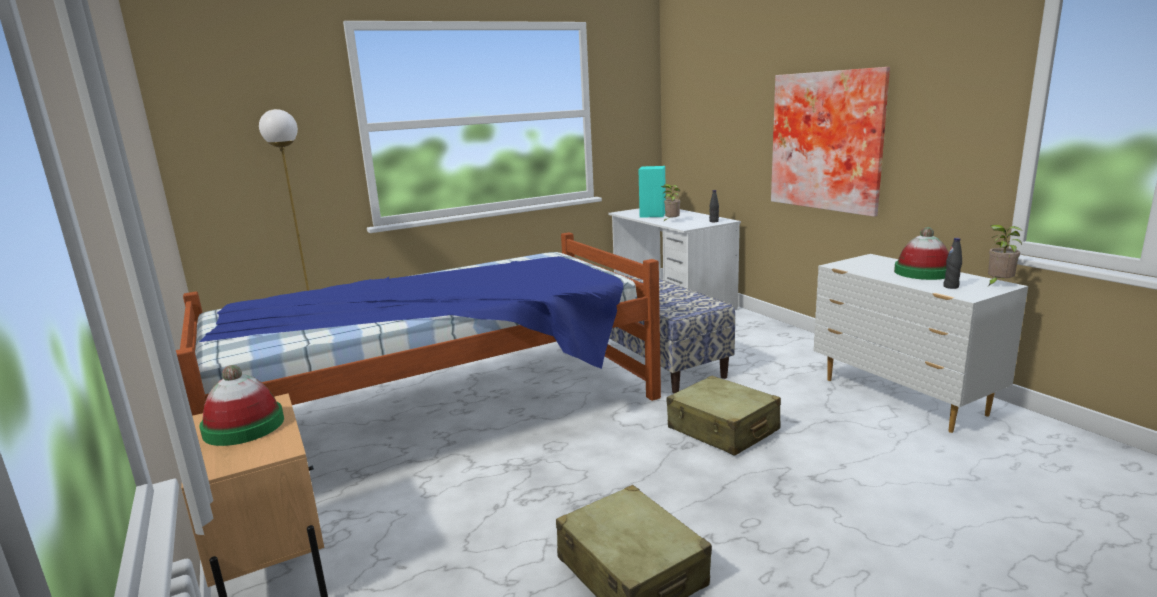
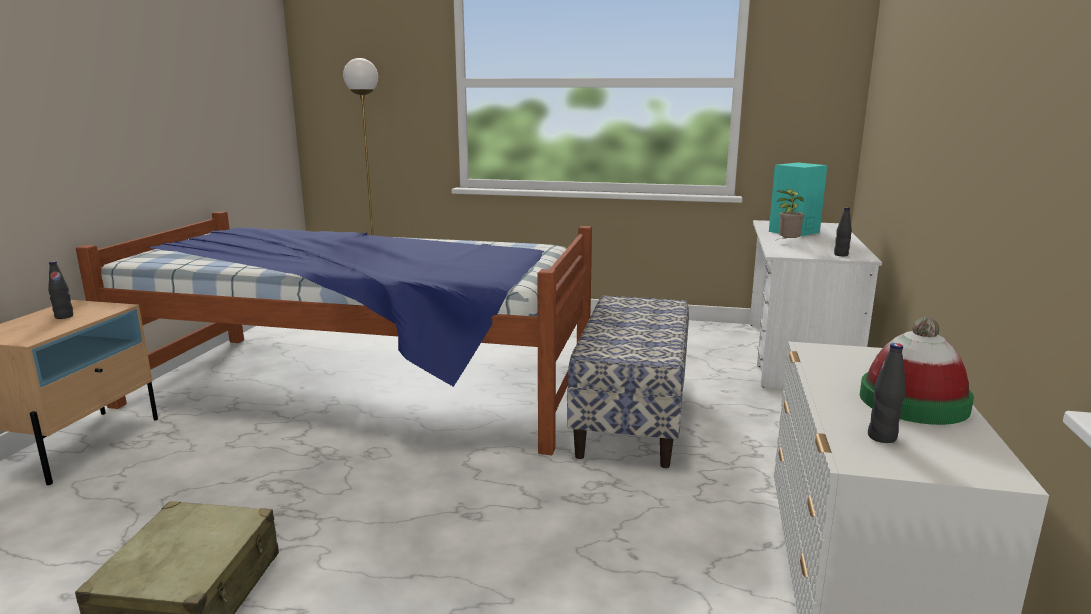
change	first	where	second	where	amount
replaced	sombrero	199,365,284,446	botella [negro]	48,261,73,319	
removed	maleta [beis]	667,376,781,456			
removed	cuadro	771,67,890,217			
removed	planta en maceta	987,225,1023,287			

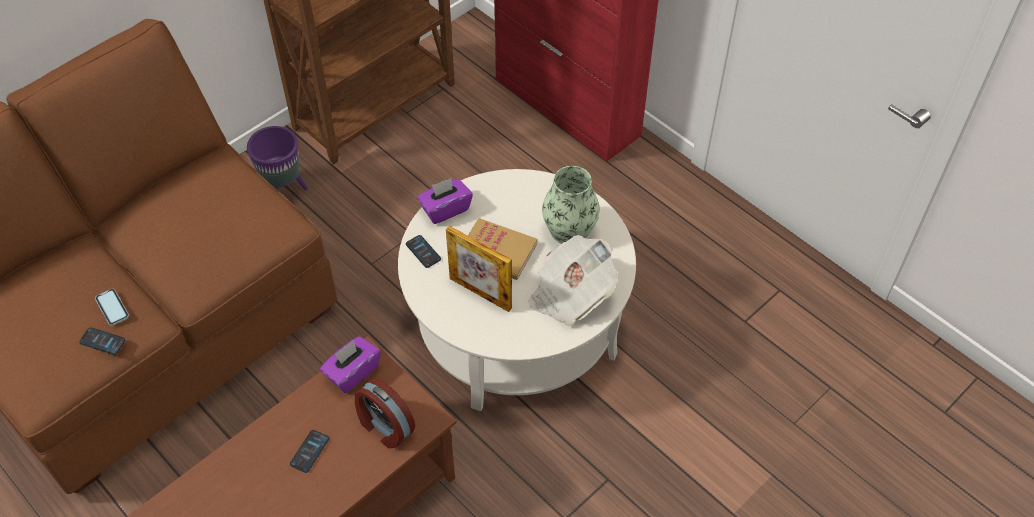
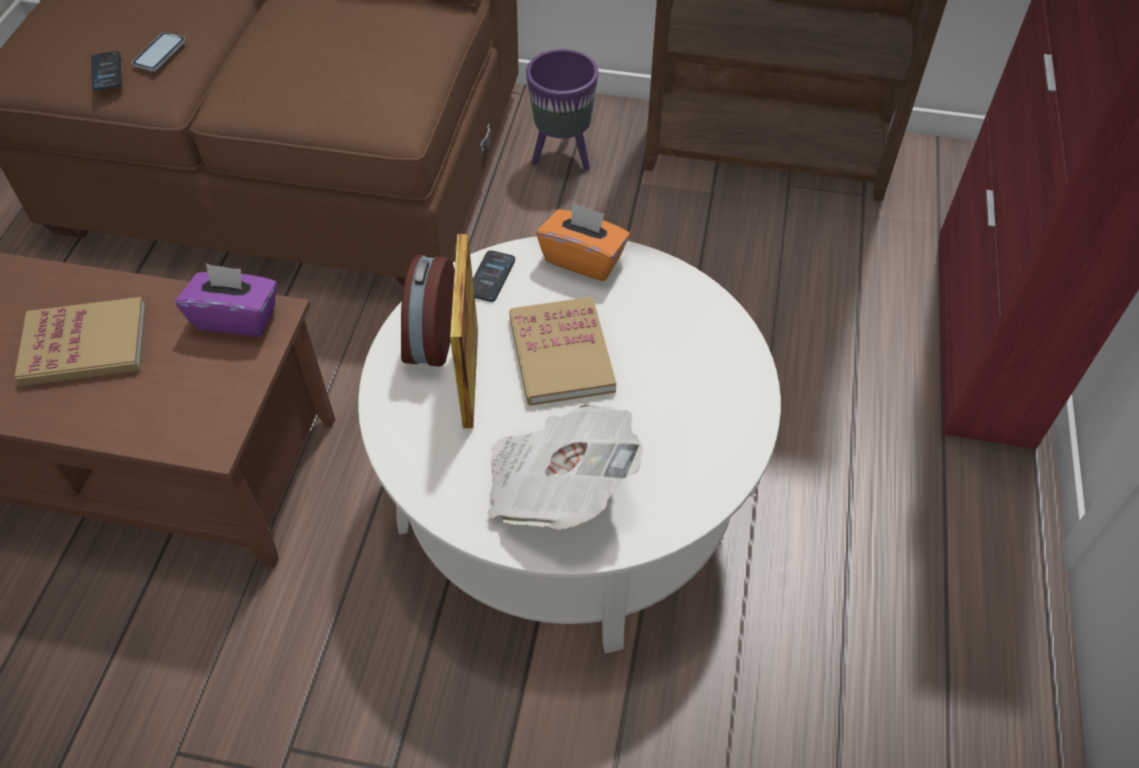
change	first	where	second	where	amount
replaced	móvil	290,430,329,473	libro	15,297,146,386	
moved	despertador	355,378,415,448		401,255,455,367	
recoloured	caja de pañuelos [morado]	417,178,473,224	caja de pañuelos [naranja]	537,202,630,281	
removed	florero	542,166,600,244			

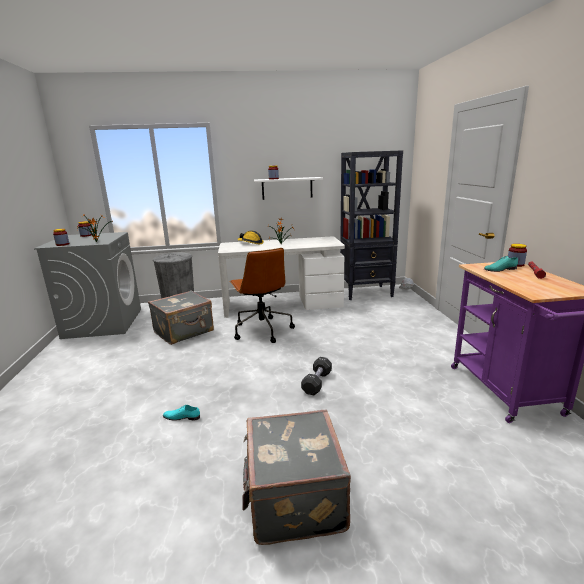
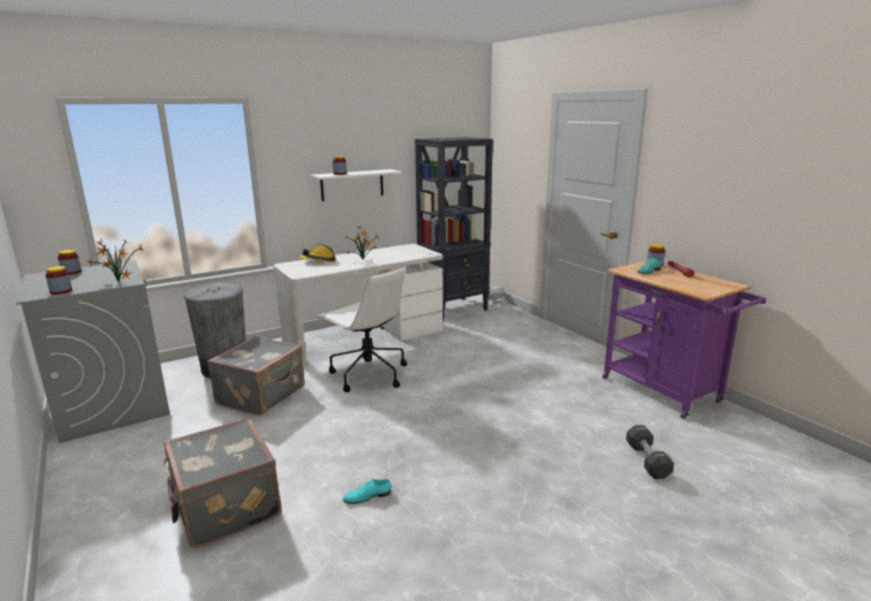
change	first	where	second	where	amount
recoloured	silla de oficina [marrón]	230,248,295,343	silla de oficina [blanco]	317,267,407,392	
moved	maleta [gris]	242,409,351,545		164,418,282,548	
moved	mancuerna [negro]	301,357,332,395		626,425,674,479	

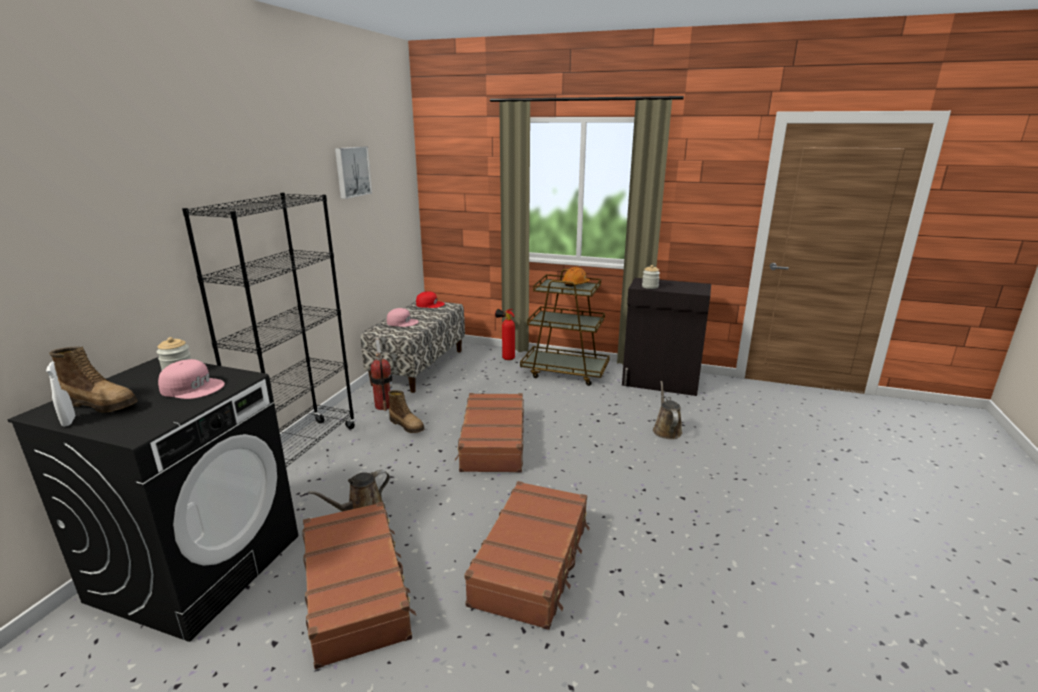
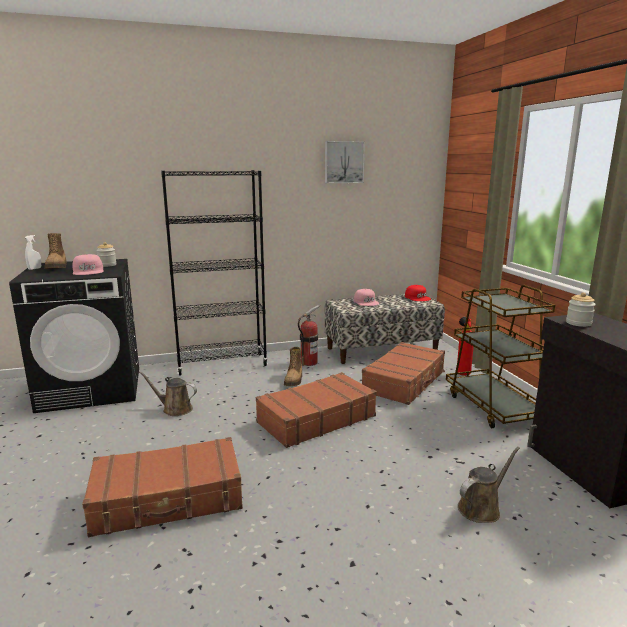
change	first	where	second	where	amount
moved	maleta [marrón]	303,502,416,669		362,342,445,405	
removed	casco [naranja]	562,267,590,287			

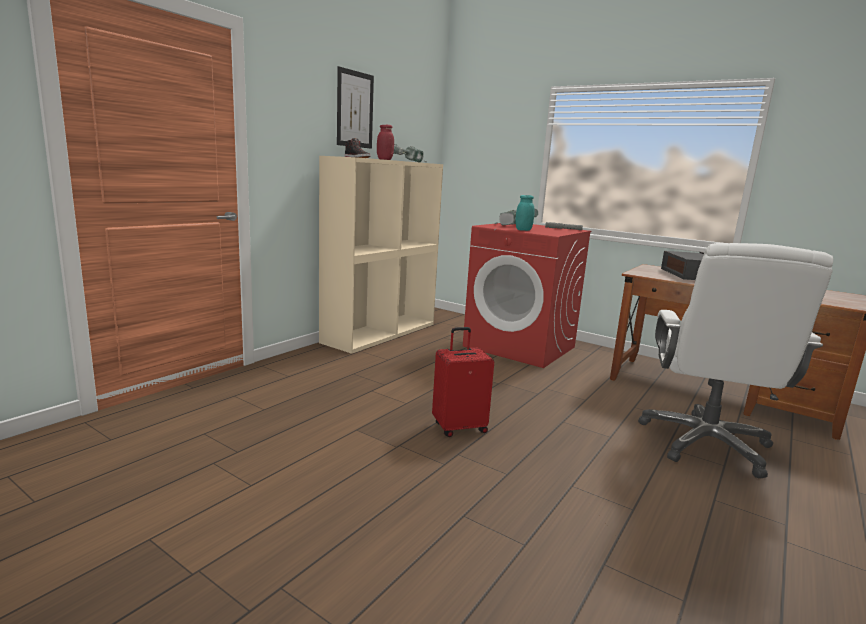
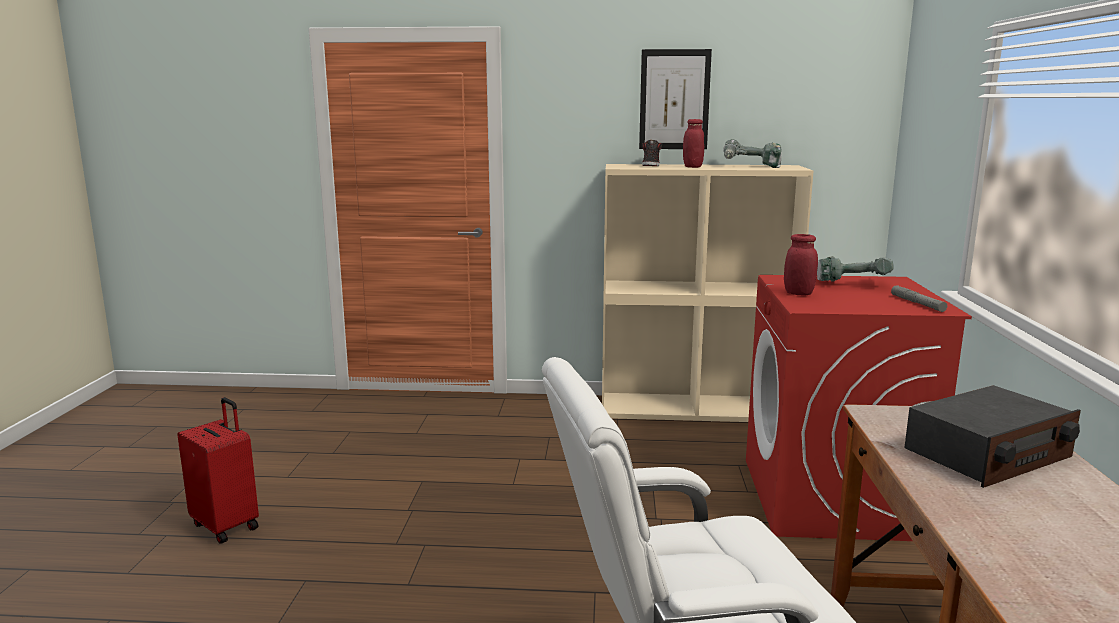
change	first	where	second	where	amount
moved	maleta [rojo]	432,327,494,437		177,397,259,544	
recoloured	tarro [turquesa]	515,195,535,231	tarro [rojo]	784,234,818,296	

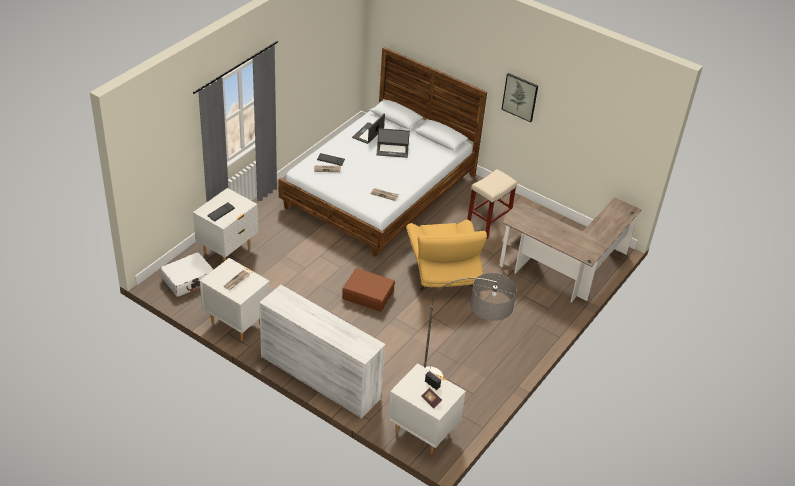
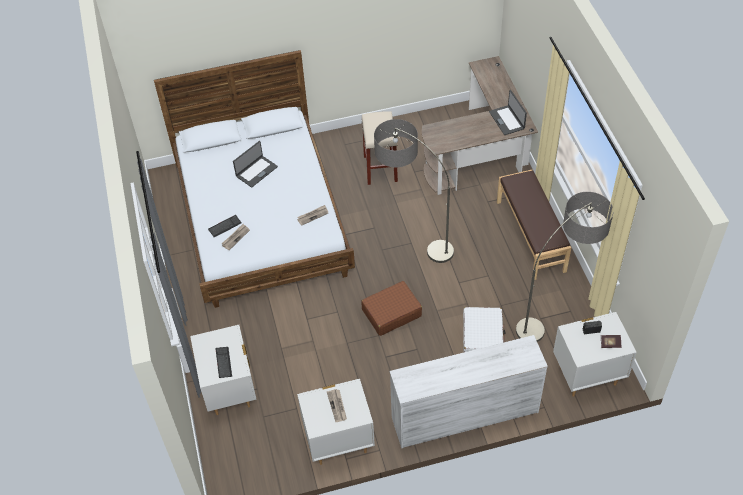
change	first	where	second	where	amount
moved	maleta [blanco]	160,252,214,297		463,307,505,352	
moved	portátil	352,114,385,144		489,90,527,135	
replaced	sillón [amarillo]	406,220,487,291	lámpara de pie	374,119,454,263	
removed	cuadro	501,73,538,122			
added			banco [marrón]	497,170,571,280	

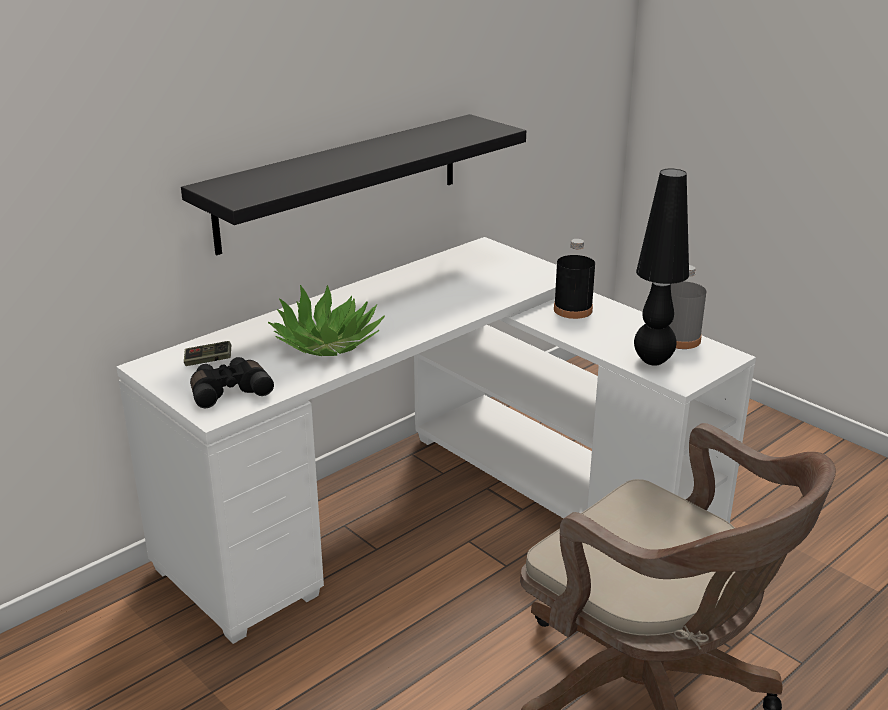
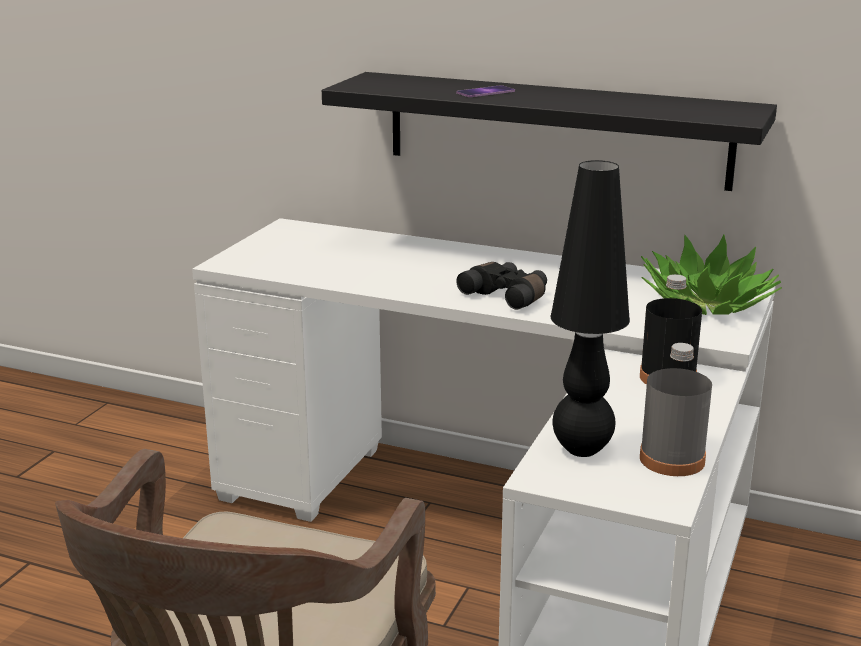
change	first	where	second	where	amount
removed	mando de consola	184,341,231,366			
moved	prismáticos [negro]	190,357,274,408		456,262,547,310	
moved	planta en maceta	268,285,385,356		641,234,782,315	
added			móvil	456,85,515,97	

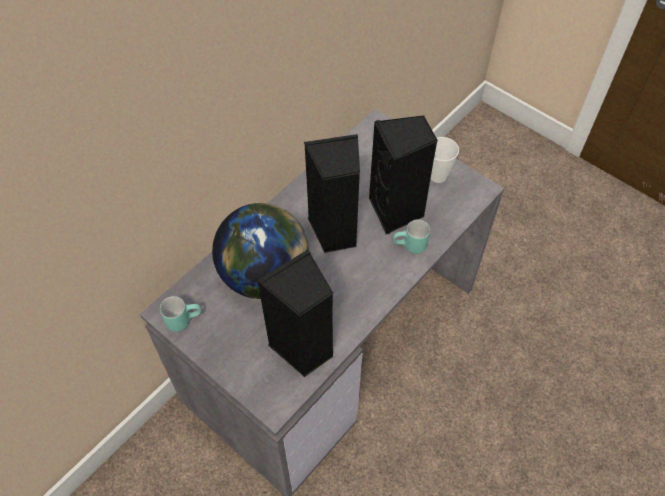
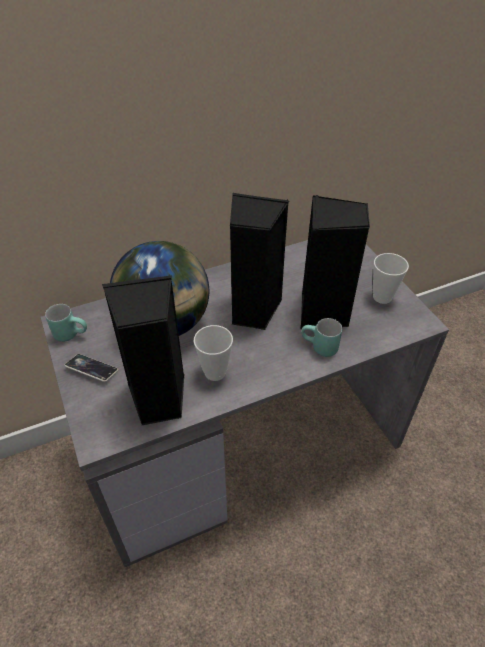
change	first	where	second	where	amount
added			móvil	64,354,118,382	
added			taza	194,325,233,381	

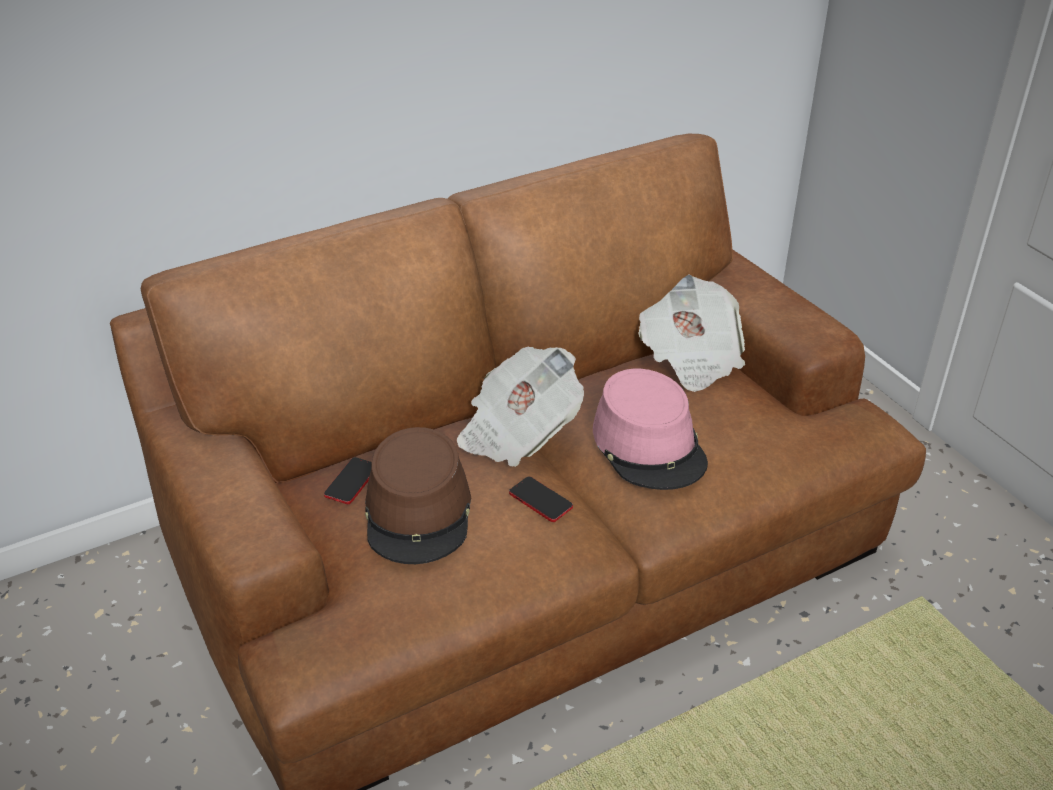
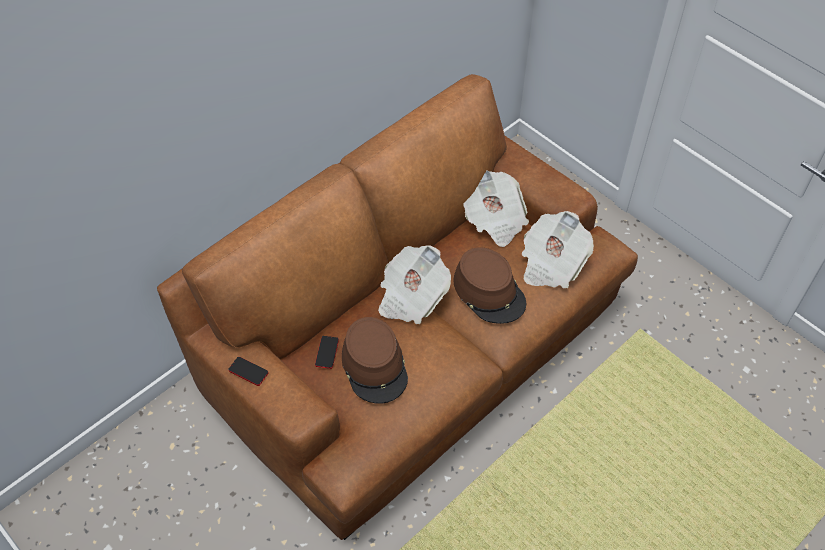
change	first	where	second	where	amount
moved	móvil	509,476,573,522		228,357,269,386	
recoloured	sombrero [rosa]	593,369,708,490	sombrero [marrón]	453,247,526,324	
added			periódico	522,211,594,288	

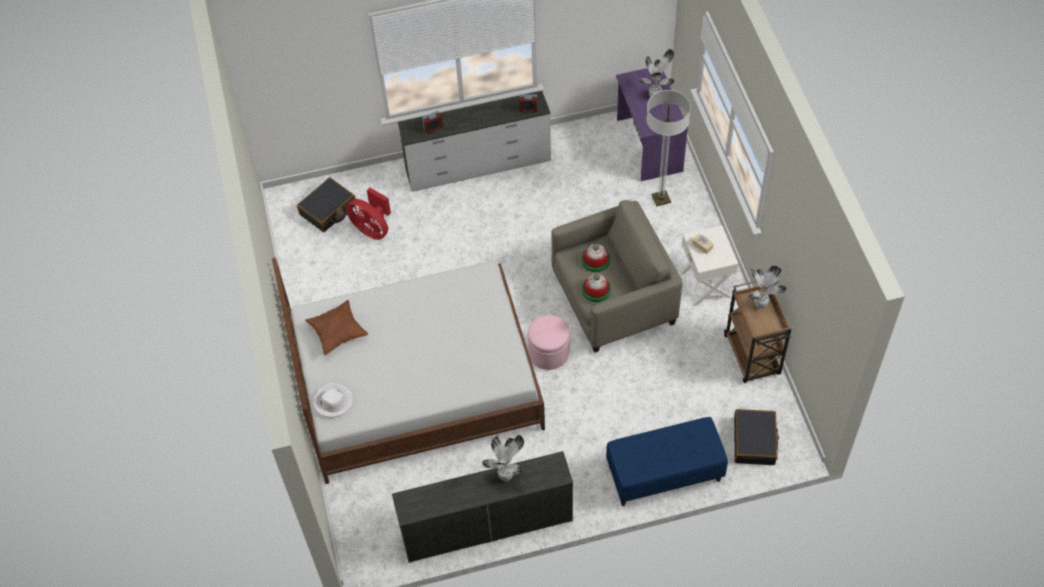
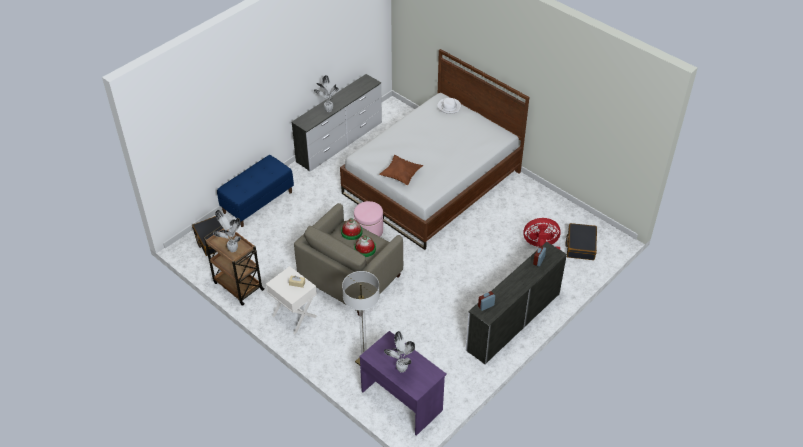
change	first	where	second	where	amount
moved	cojín [marrón]	305,300,368,356		379,155,423,185	

